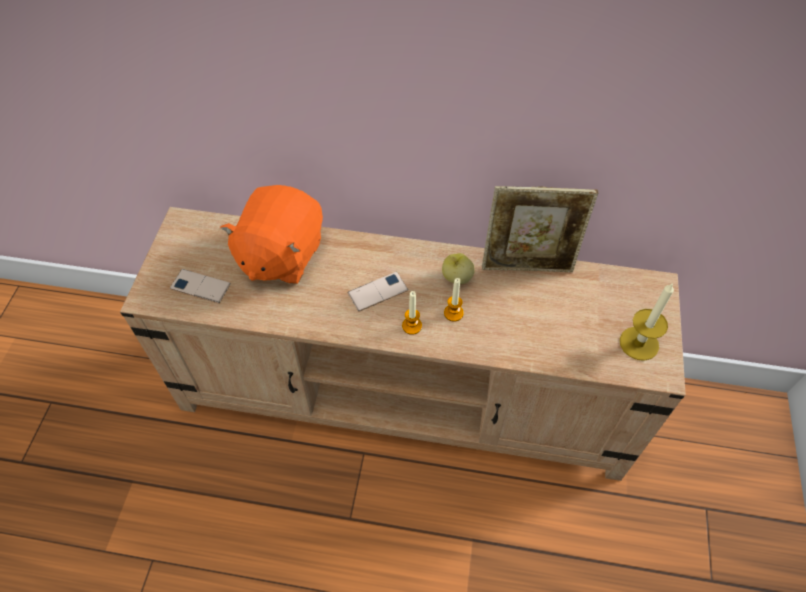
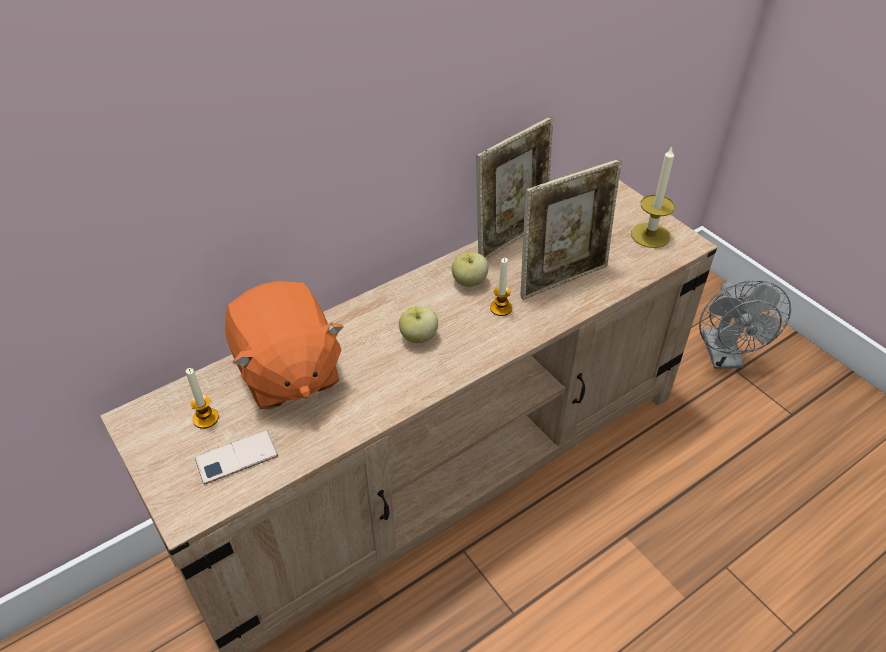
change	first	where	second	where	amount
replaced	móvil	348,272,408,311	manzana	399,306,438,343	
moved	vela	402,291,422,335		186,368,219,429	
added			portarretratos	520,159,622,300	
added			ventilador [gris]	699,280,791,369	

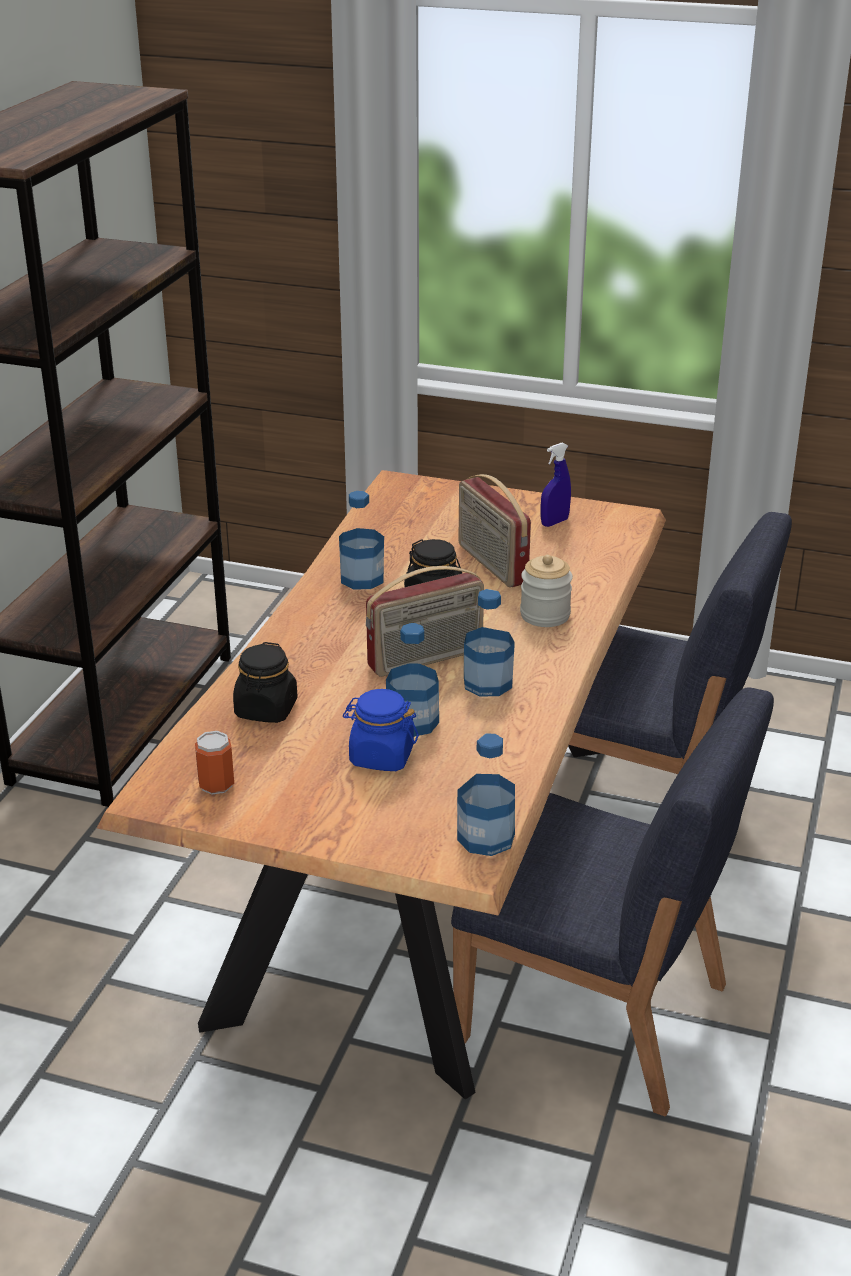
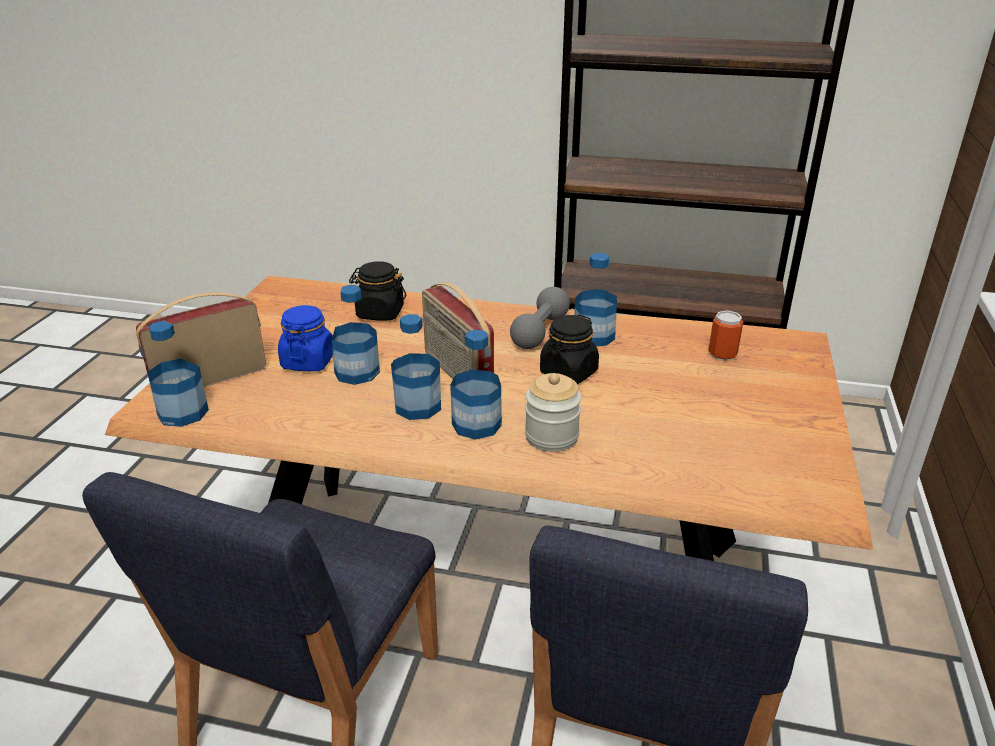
change	first	where	second	where	amount
moved	lata	195,731,234,794		708,310,744,361	
moved	radio	458,474,531,587		136,293,266,387	
removed	pulverizador [azul]	541,443,571,527			
added			botella	450,329,502,440	
added			mancuerna [gris]	510,287,570,349	

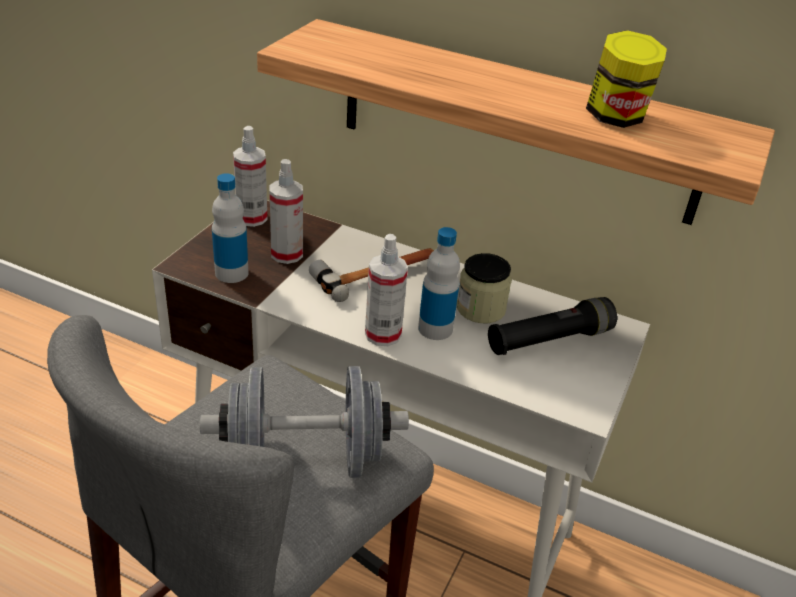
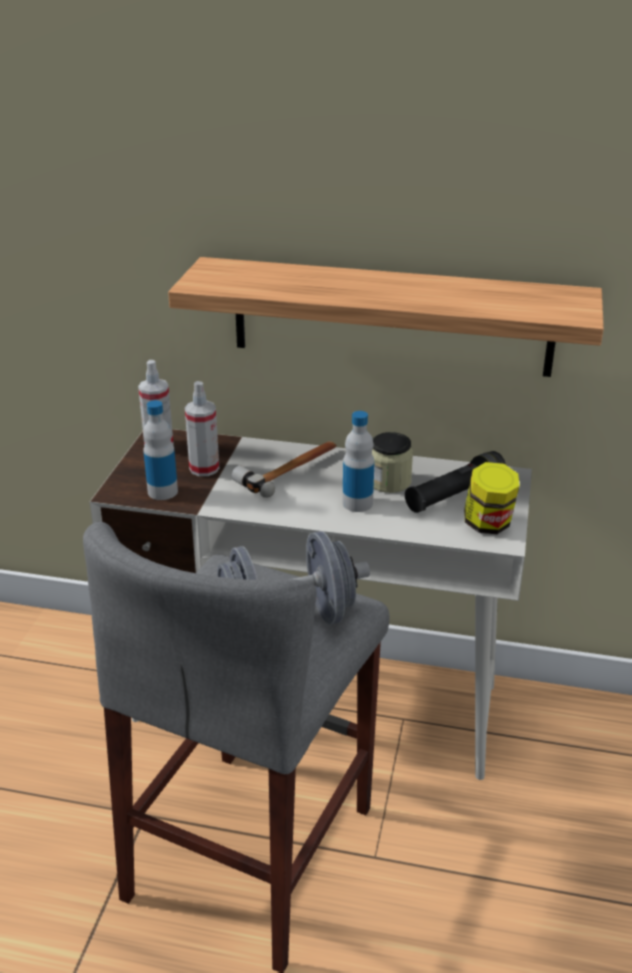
change	first	where	second	where	amount
removed	pulverizador	365,234,408,346			
moved	tarro	586,30,667,128		464,462,520,534	

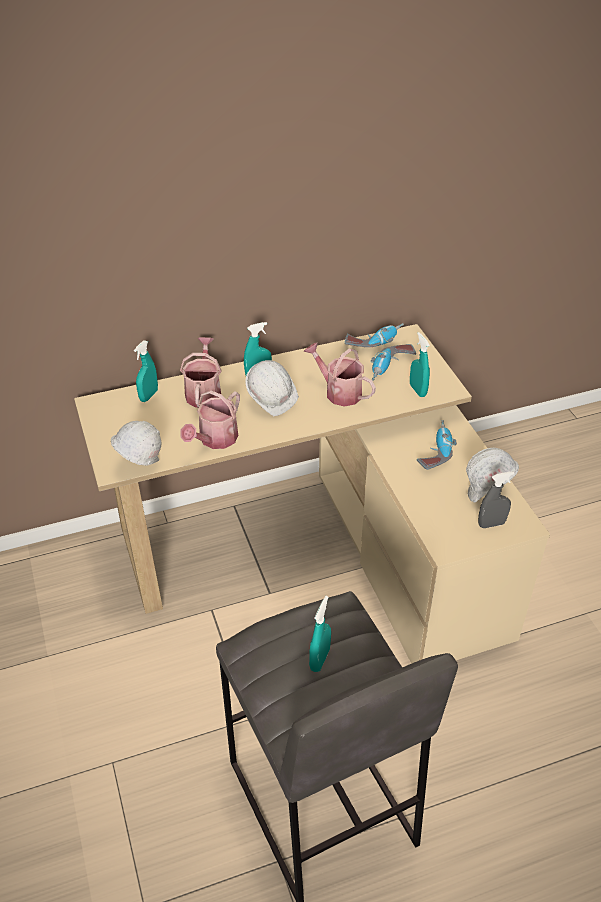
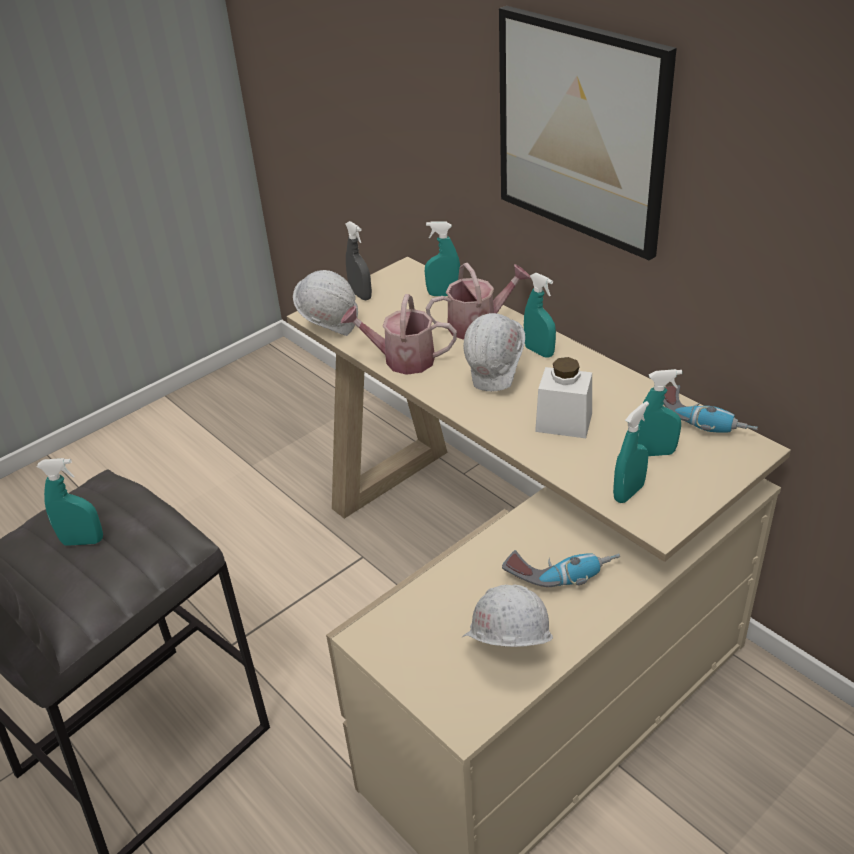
change	first	where	second	where	amount
replaced	regadera	303,343,376,407	tarro [blanco]	535,357,592,438	
replaced	taladro	371,344,416,381	pulverizador [turquesa]	637,369,682,456	
moved	pulverizador [gris]	478,471,515,528		345,221,372,300	
added			cuadro	499,6,677,260	

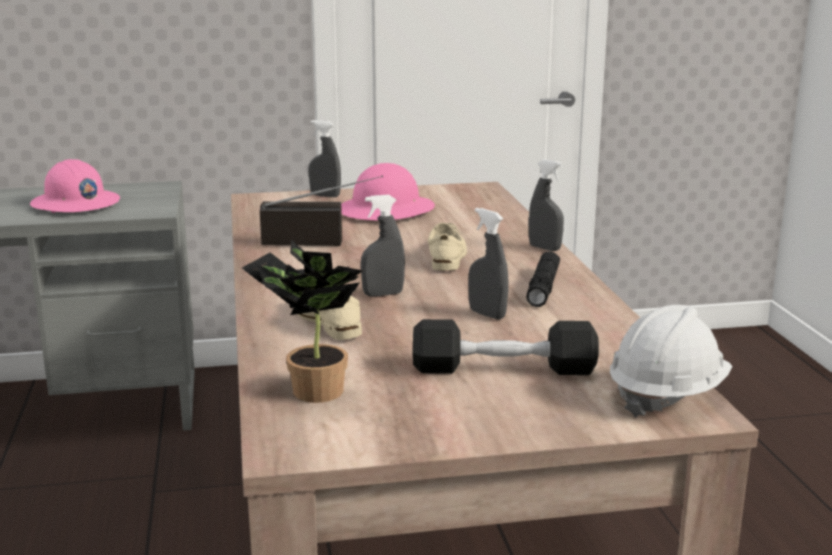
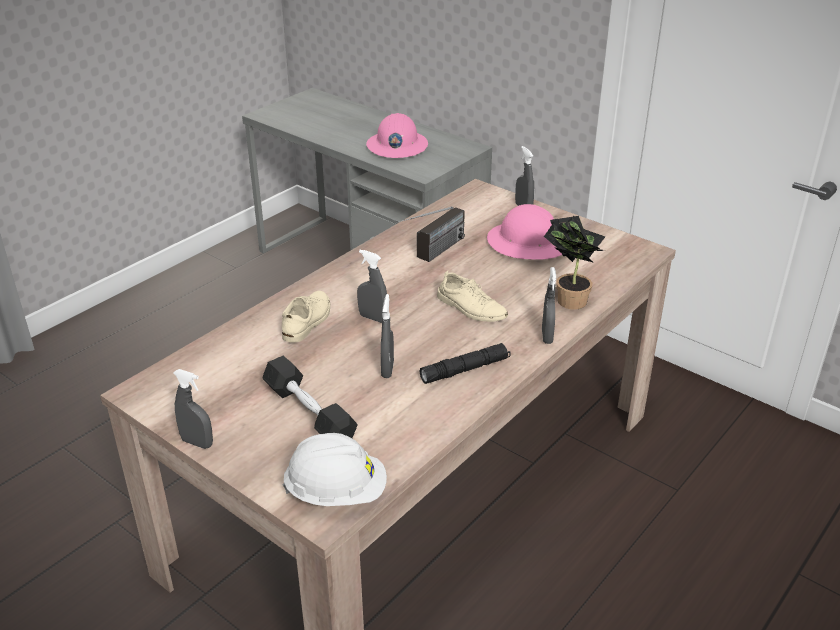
change	first	where	second	where	amount
moved	planta en maceta	242,240,363,403		544,216,605,310	
turned	radio	260,175,383,246		396,206,465,262	75 degrees clockwise
turned	zapato [beis]	428,223,467,271		437,271,508,322	75 degrees clockwise
added			pulverizador [gris]	174,369,213,449	

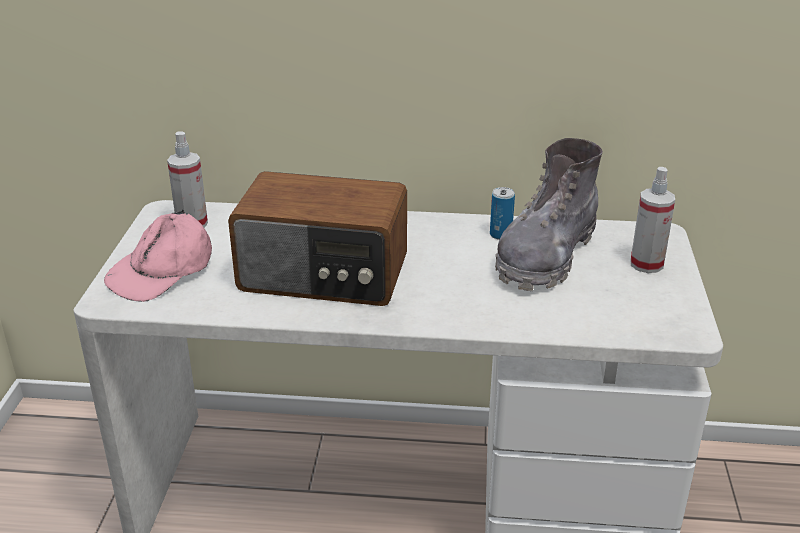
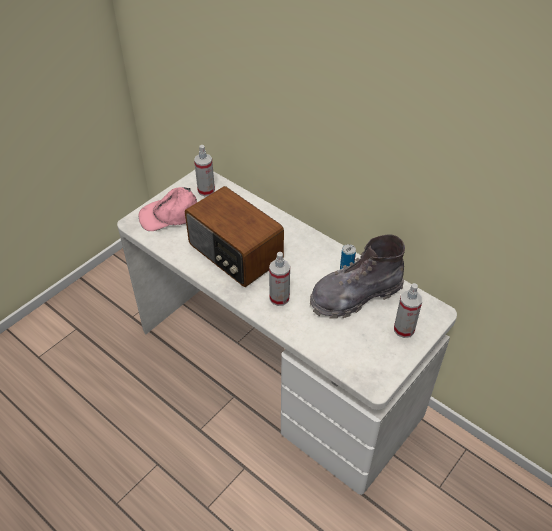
change	first	where	second	where	amount
added			pulverizador	269,252,290,306	

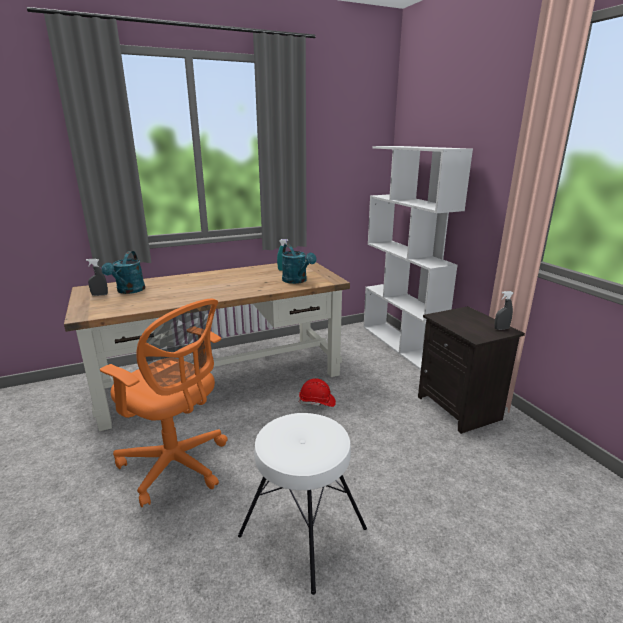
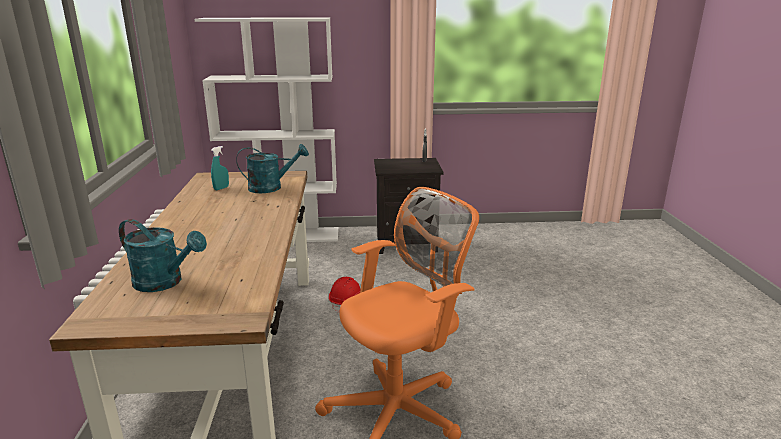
change	first	where	second	where	amount
removed	pulverizador [gris]	86,259,108,296			
removed	taburete [blanco]	238,413,367,595			

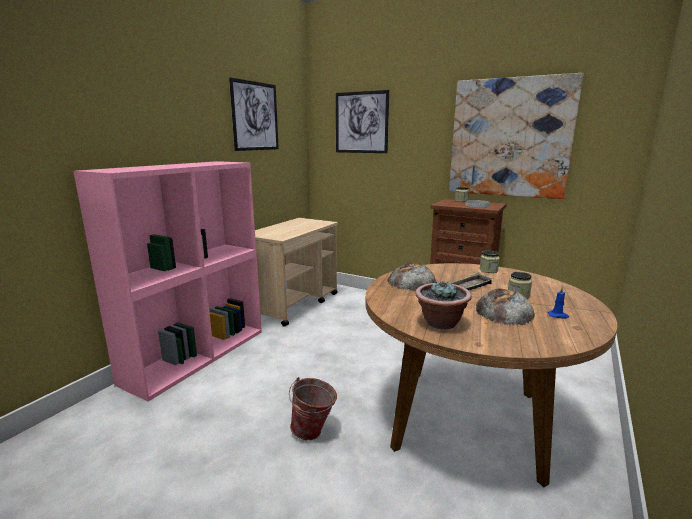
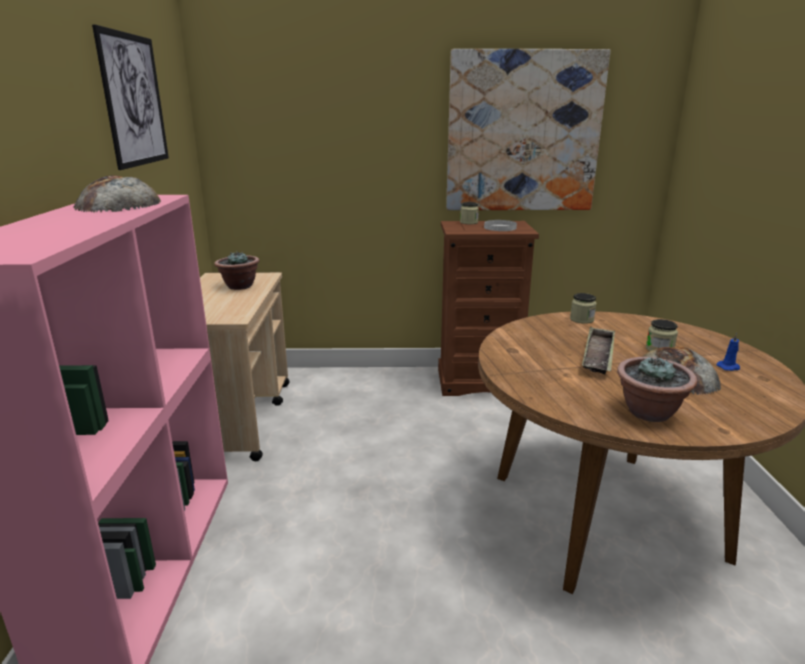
change	first	where	second	where	amount
removed	cubo	289,377,337,440			
removed	cuadro	336,90,389,153			
moved	pan	387,263,436,291		74,175,161,212	
added			planta en maceta	214,251,260,290	

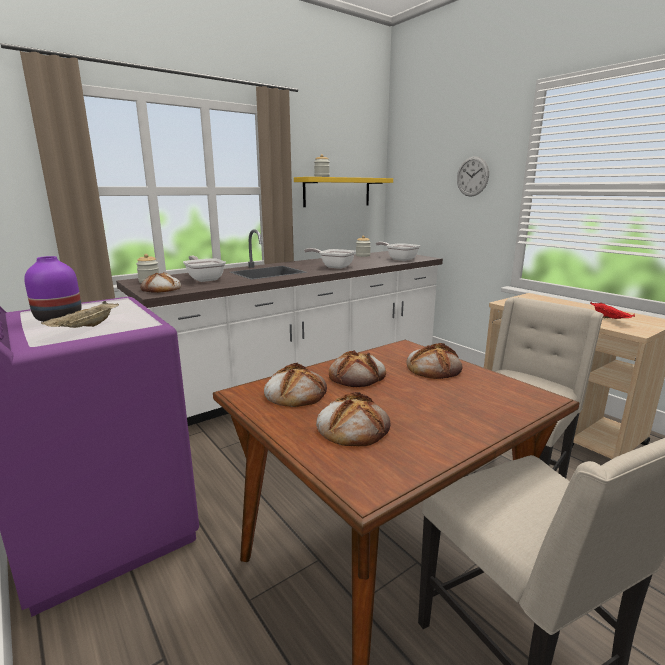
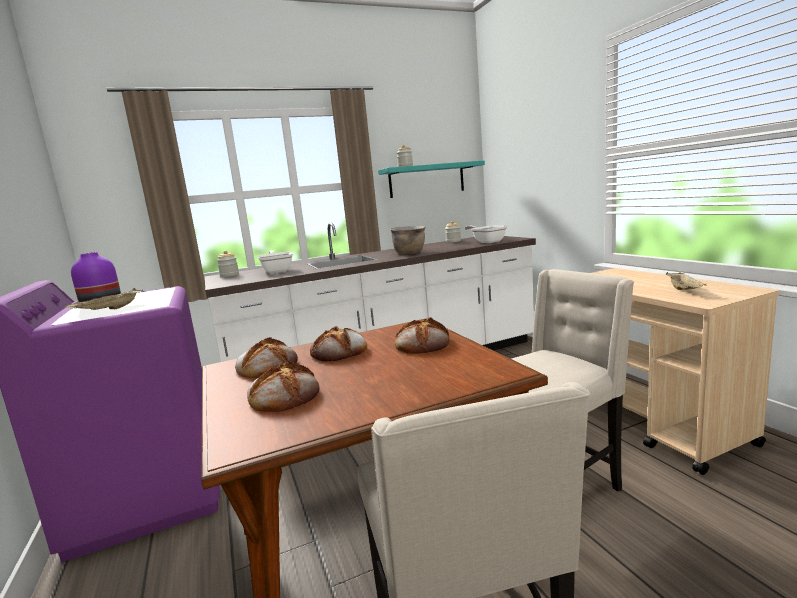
change	first	where	second	where	amount
removed	pan	140,272,181,293			
recoloured	estante [amarillo]	294,177,393,207	estante [turquesa]	378,160,485,198	
replaced	sartén	304,248,356,269	olla [marrón]	390,226,425,254	
removed	reloj de pared	457,156,489,197			
recoloured	bandeja [rojo]	590,302,635,319	bandeja [beis]	666,272,707,290	

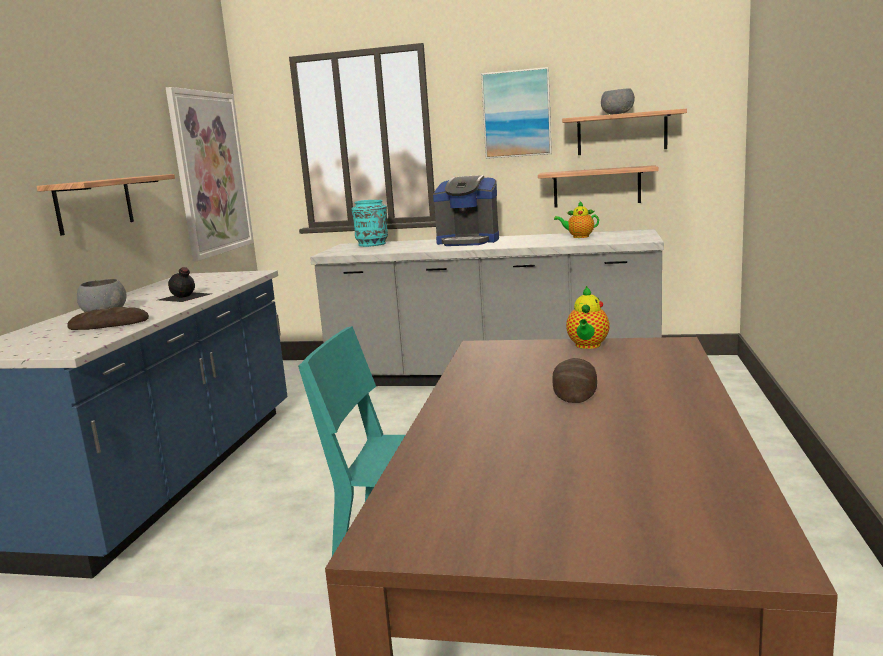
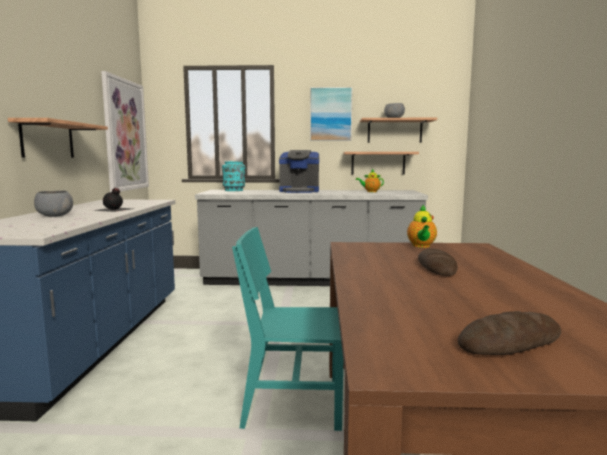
change	first	where	second	where	amount
moved	pan	67,307,149,330		458,311,561,355	

